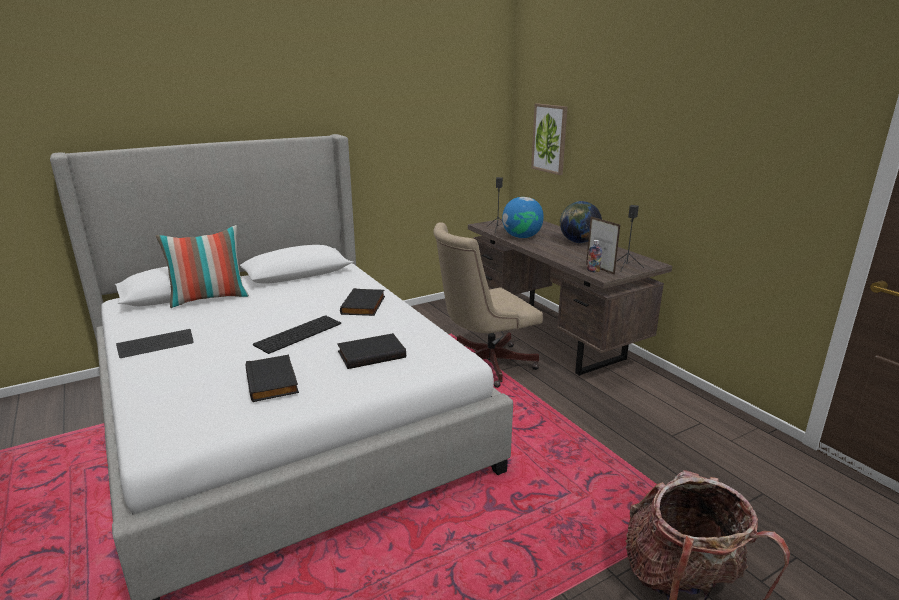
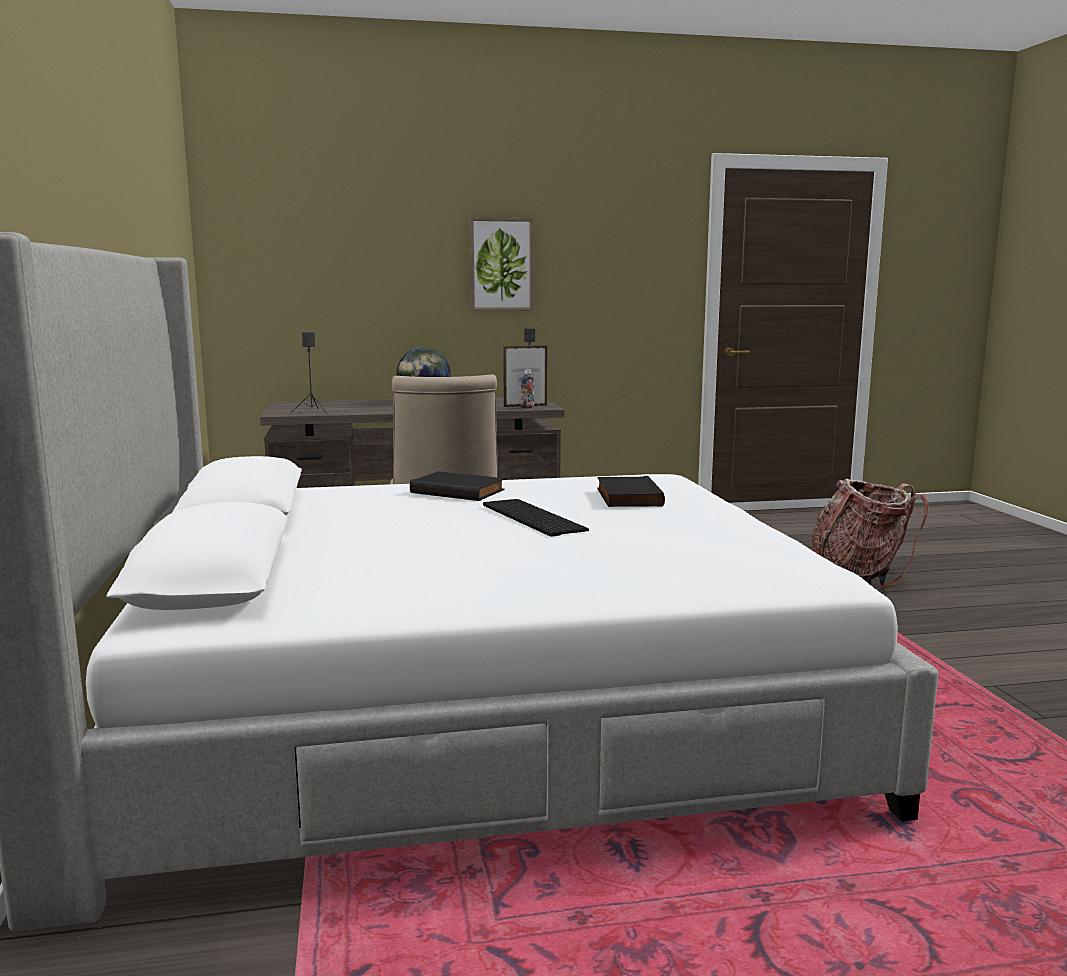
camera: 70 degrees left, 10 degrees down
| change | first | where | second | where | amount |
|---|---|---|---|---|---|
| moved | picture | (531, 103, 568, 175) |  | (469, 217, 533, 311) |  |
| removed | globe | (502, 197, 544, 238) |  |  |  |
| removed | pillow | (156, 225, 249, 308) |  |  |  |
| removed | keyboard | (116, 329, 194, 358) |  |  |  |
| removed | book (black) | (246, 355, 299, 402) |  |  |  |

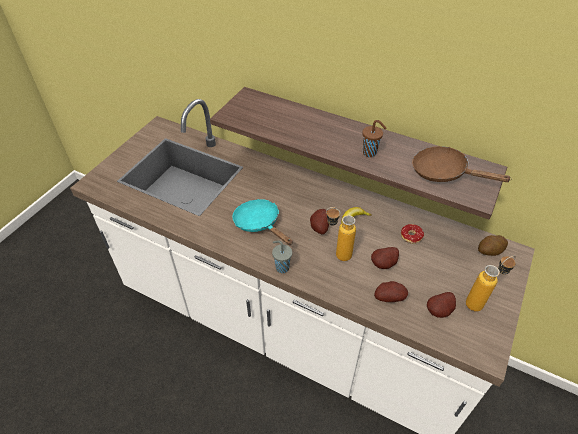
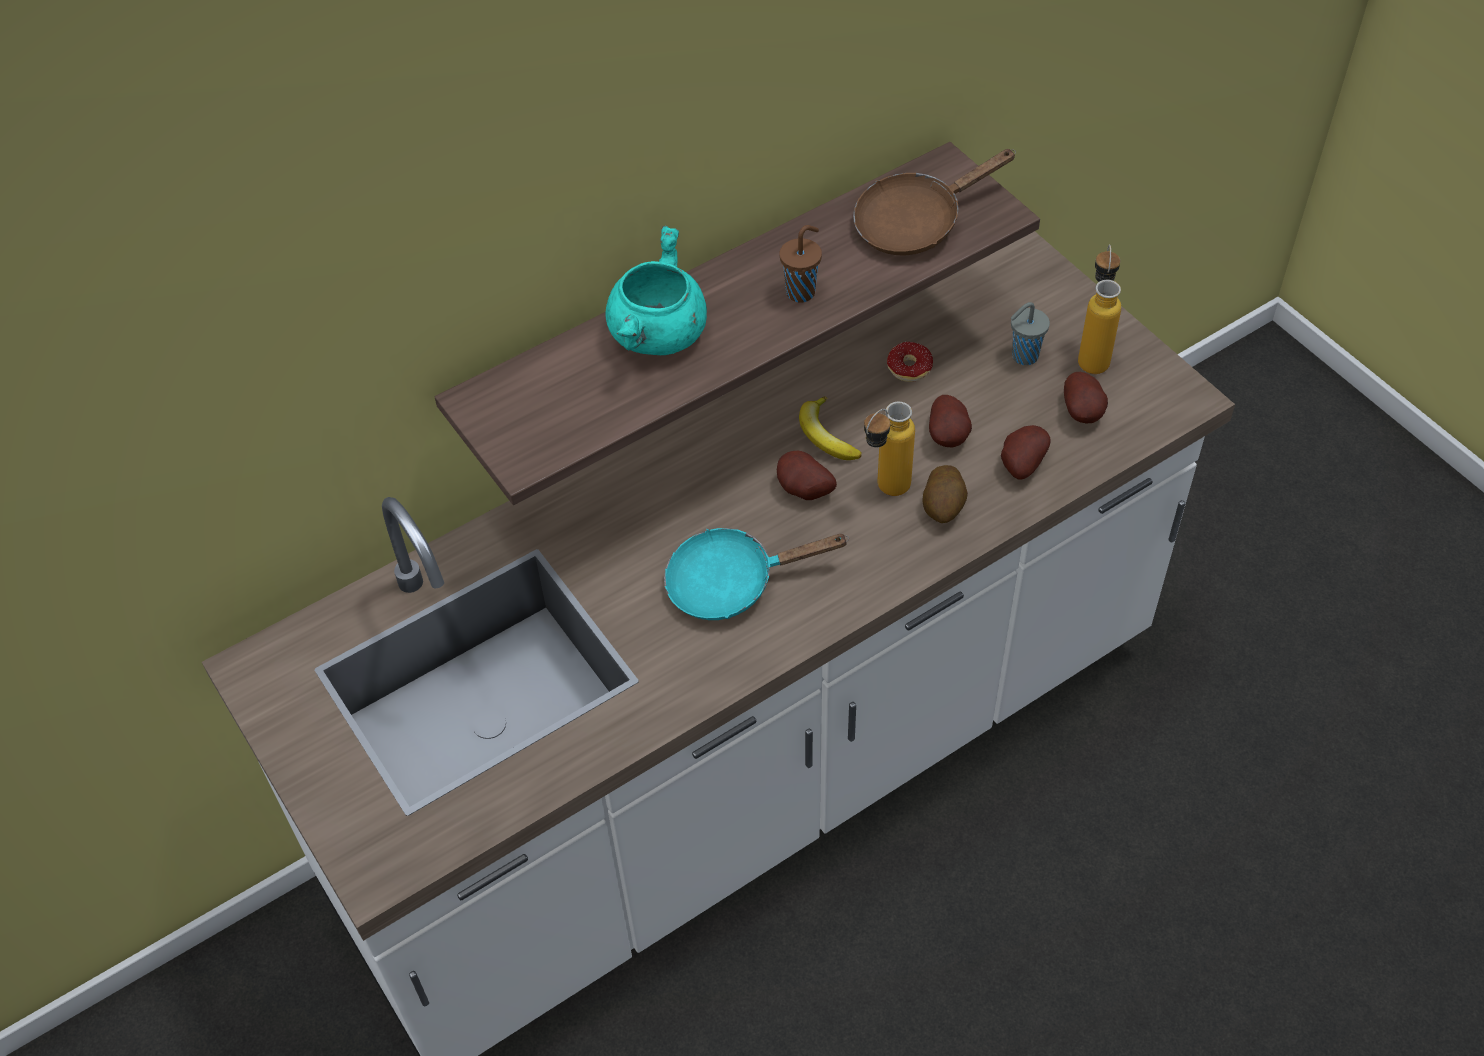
camera: 60 degrees left, 5 degrees up
| change | first | where | second | where | amount |
|---|---|---|---|---|---|
| moved | potato | (478, 235, 508, 256) |  | (922, 465, 968, 523) |  |
| moved | cup (grey) | (272, 240, 292, 273) |  | (1011, 302, 1050, 365) |  |
| added |  |  | cooking pot (turquoise) | (605, 226, 707, 355) |  |

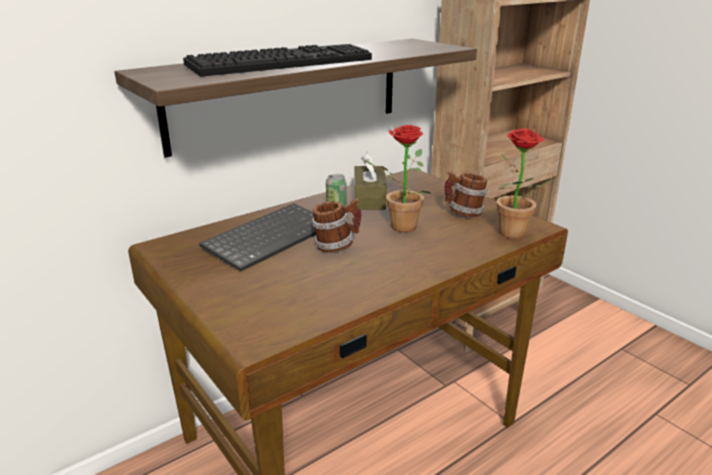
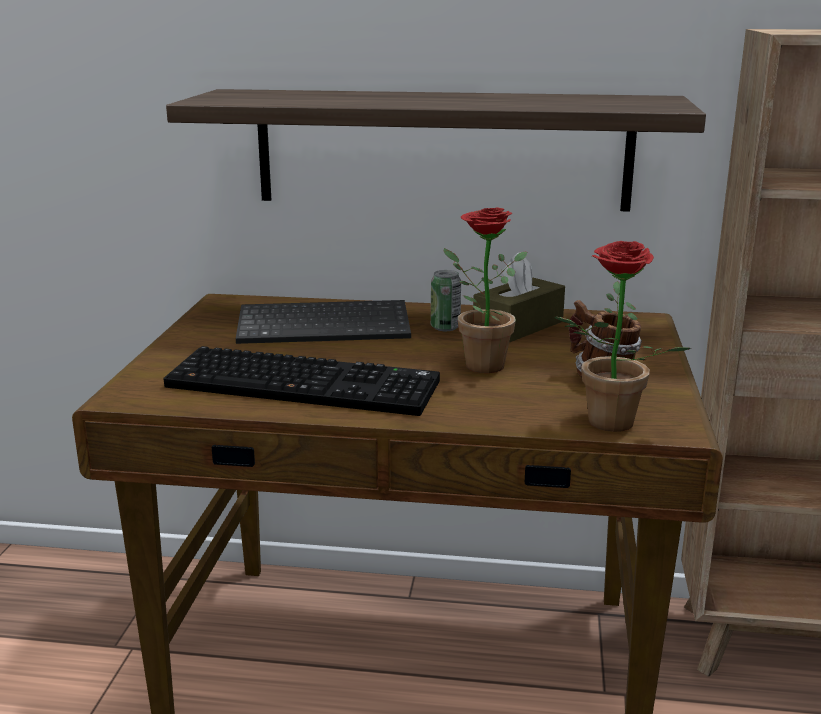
camera: 45 degrees right, 5 degrees down
| change | first | where | second | where | amount |
|---|---|---|---|---|---|
| moved | keyboard | (183, 44, 372, 77) |  | (163, 346, 440, 416) |  |
| removed | mug | (311, 198, 361, 253) |  |  |  |

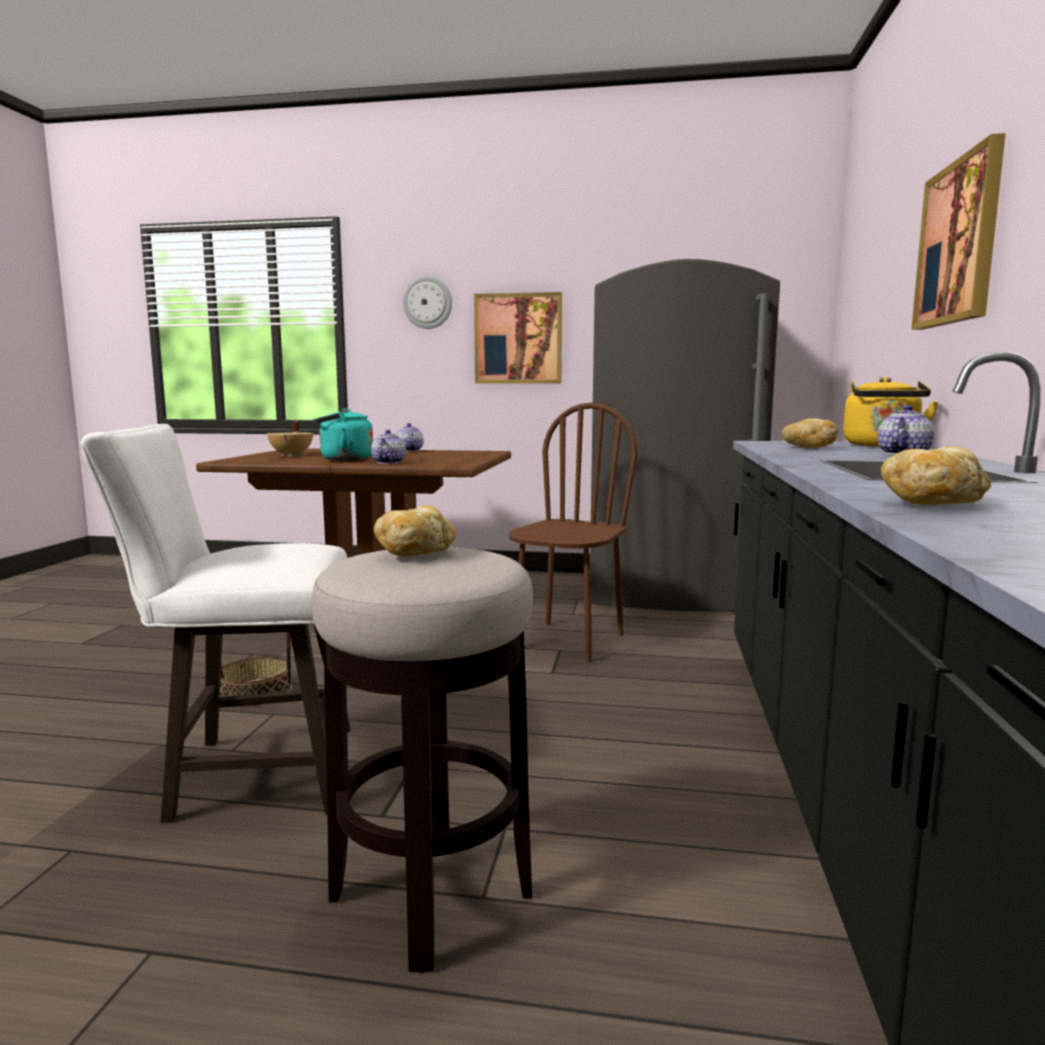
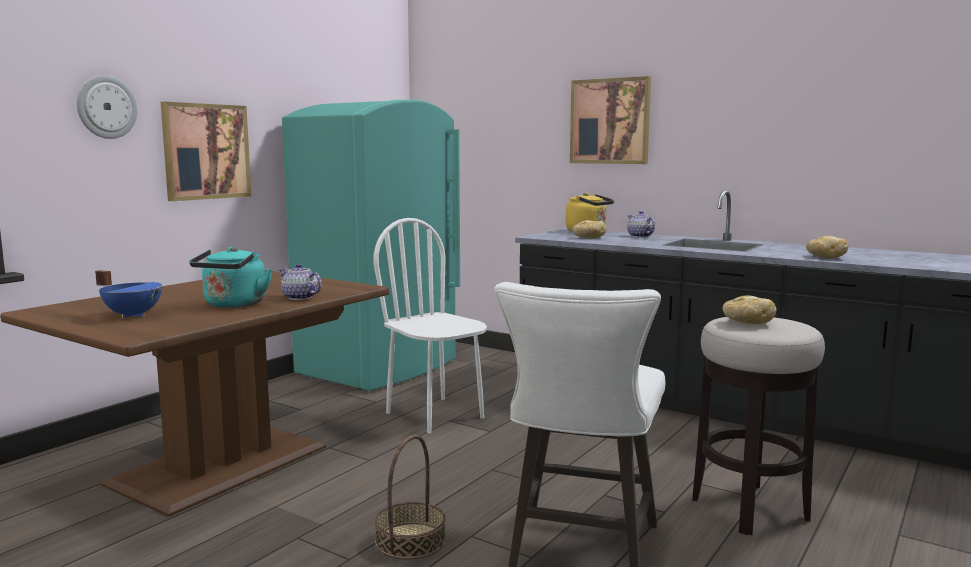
camera: 65 degrees left, 0 degrees up
| change | first | where | second | where | amount |
|---|---|---|---|---|---|
| recoloured | fridge (grey) | (590, 259, 780, 612) | fridge (turquoise) | (282, 100, 460, 391) |  |
| recoloured | chair (brown) | (509, 402, 638, 662) | chair (white) | (373, 218, 487, 434) |  |
| recoloured | cooking pot (beige) | (267, 421, 313, 457) | cooking pot (blue) | (95, 270, 162, 318) |  |
| removed | teapot | (396, 423, 424, 452) |  |  |  |

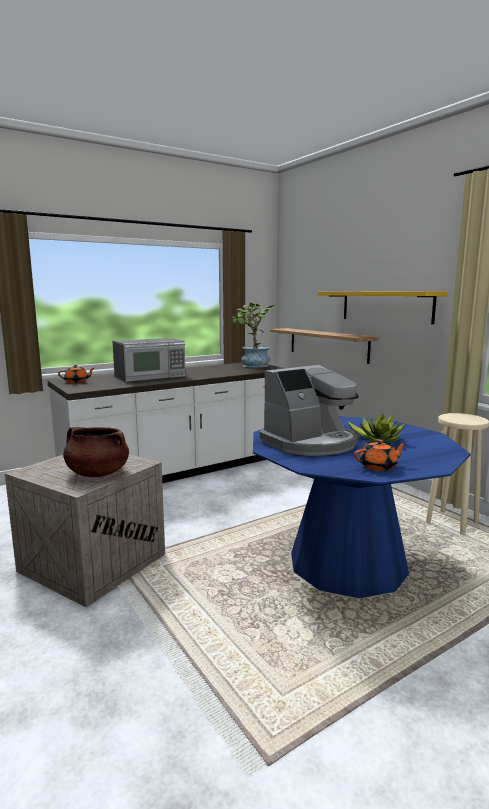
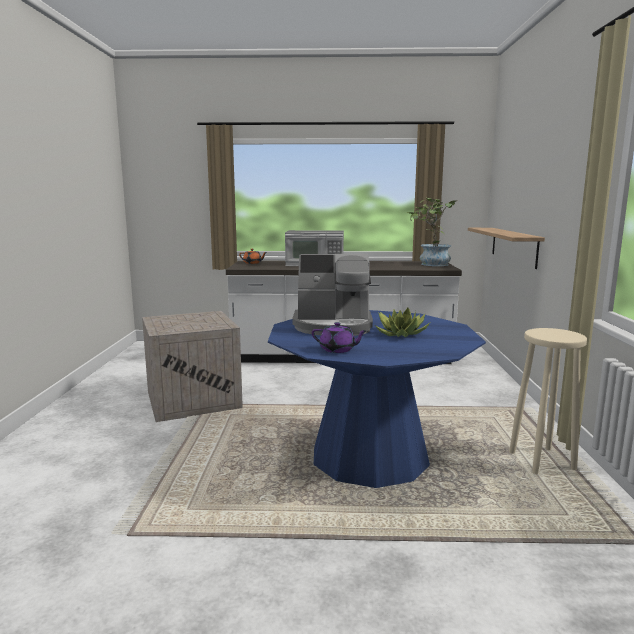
camera: 35 degrees right, 0 degrees up
| change | first | where | second | where | amount |
|---|---|---|---|---|---|
| removed | shelf (yellow) | (318, 291, 448, 324) |  |  |  |
| removed | cooking pot (brown) | (63, 427, 129, 477) |  |  |  |
| recoloured | teapot (orange) | (354, 439, 407, 471) | teapot (purple) | (312, 322, 367, 353) |  |

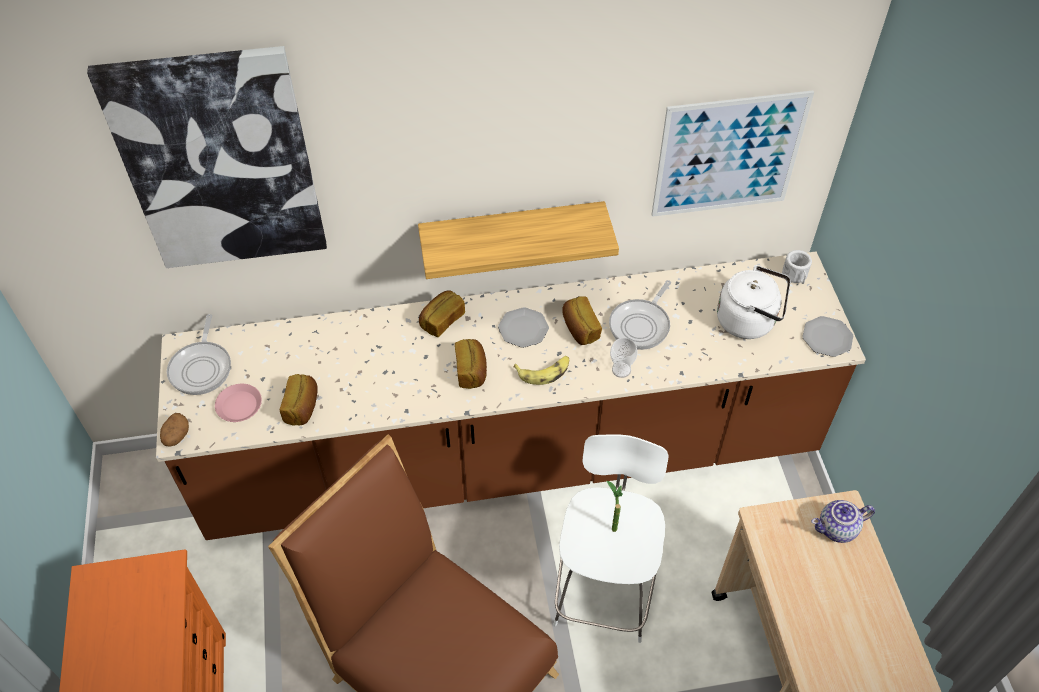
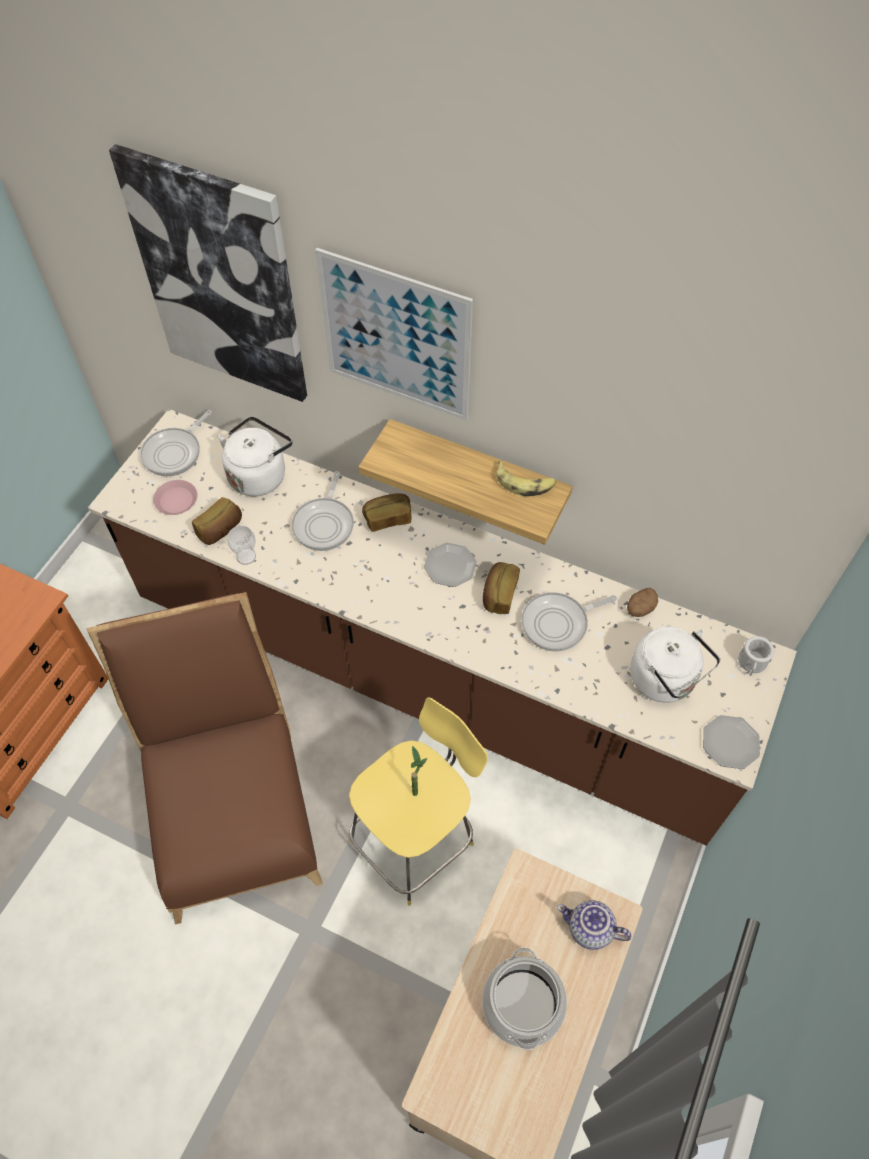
camera: 35 degrees right, 5 degrees up
| change | first | where | second | where | amount |
|---|---|---|---|---|---|
| moved | picture | (651, 91, 814, 217) |  | (315, 248, 473, 421) |  |
| moved | cup | (610, 338, 638, 378) |  | (228, 525, 256, 565) |  |
| removed | bread | (455, 339, 487, 389) |  |  |  |
| moved | banana | (514, 356, 569, 385) |  | (496, 460, 556, 496) |  |
| moved | potato | (160, 413, 189, 447) |  | (627, 588, 658, 617) |  |
| recoloured | stool (white) | (553, 435, 669, 643) | stool (yellow) | (349, 697, 488, 906) |  |
| added |  |  | kettle (white) | (218, 416, 292, 497) |  |
| added |  |  | frying pan | (292, 471, 354, 551) |  |
| added |  |  | cooking pot | (482, 948, 567, 1050) |  |

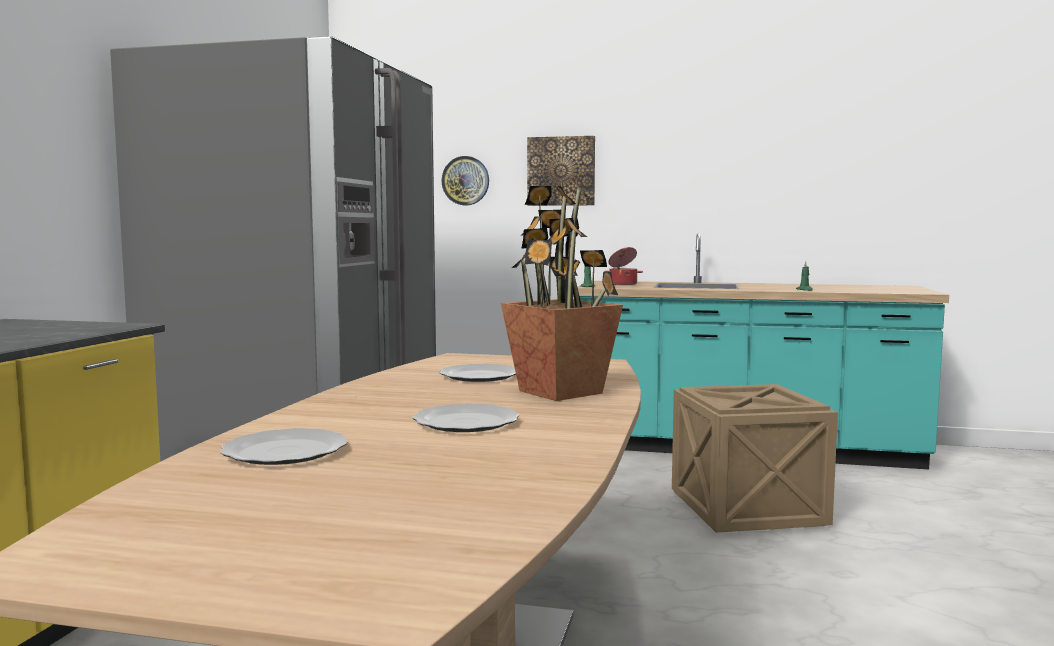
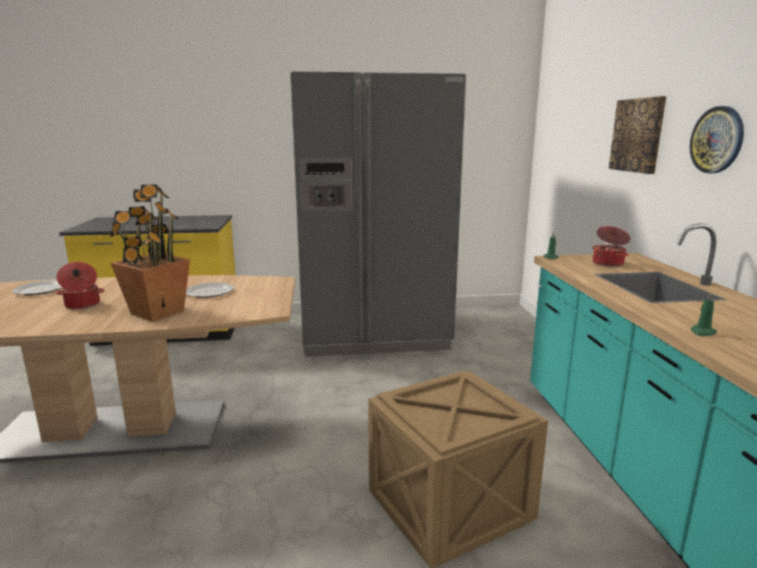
camera: 70 degrees right, 10 degrees up
| change | first | where | second | where | amount |
|---|---|---|---|---|---|
| moved | wall clock | (442, 156, 489, 205) |  | (690, 106, 744, 173) |  |
| replaced | plate | (413, 404, 519, 432) | cooking pot | (56, 262, 105, 309) |  |

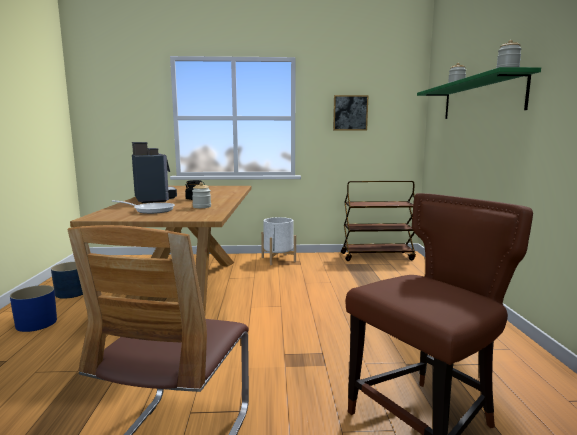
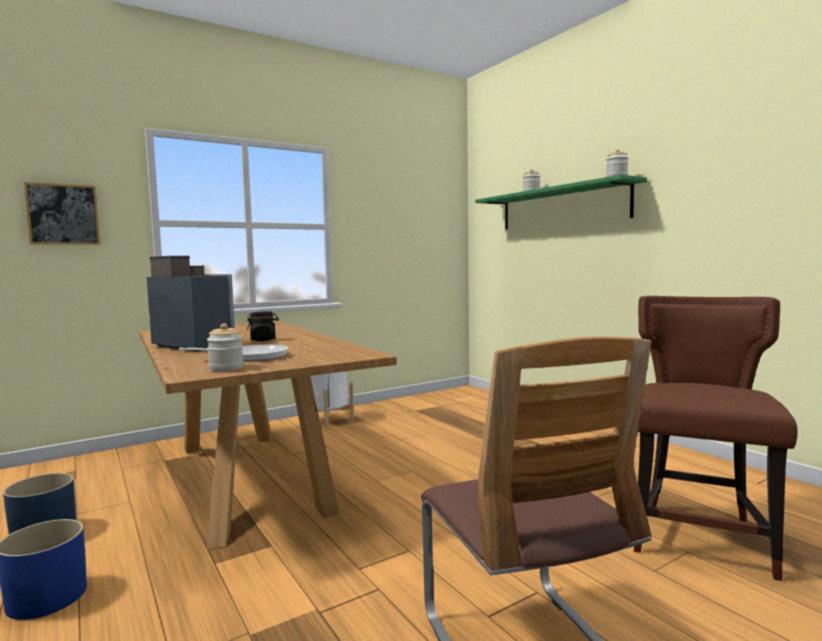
camera: 30 degrees left, 5 degrees down
| change | first | where | second | where | amount |
|---|---|---|---|---|---|
| moved | picture | (333, 95, 369, 131) |  | (24, 182, 100, 245) |  |
| removed | cart (brown) | (341, 181, 416, 261) |  |  |  |
| moved | jar | (192, 182, 211, 208) |  | (207, 323, 244, 371) |  |

